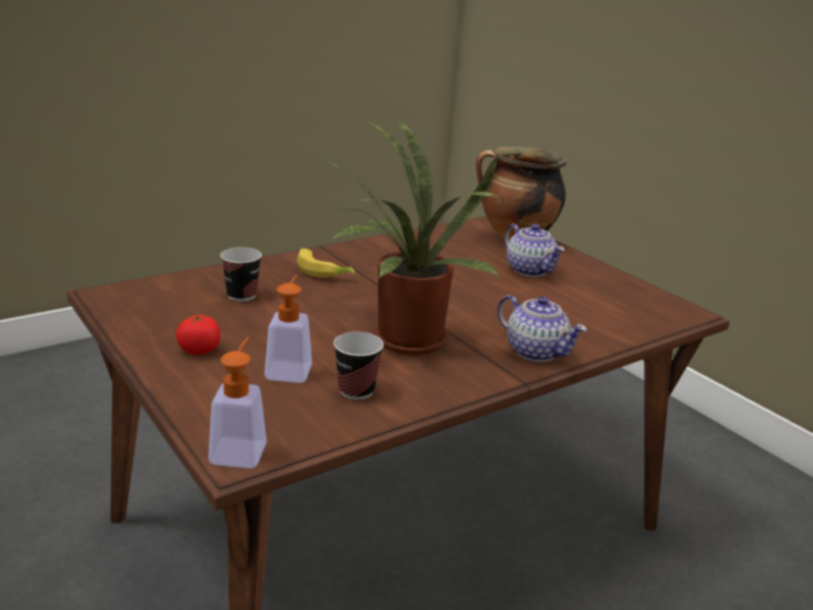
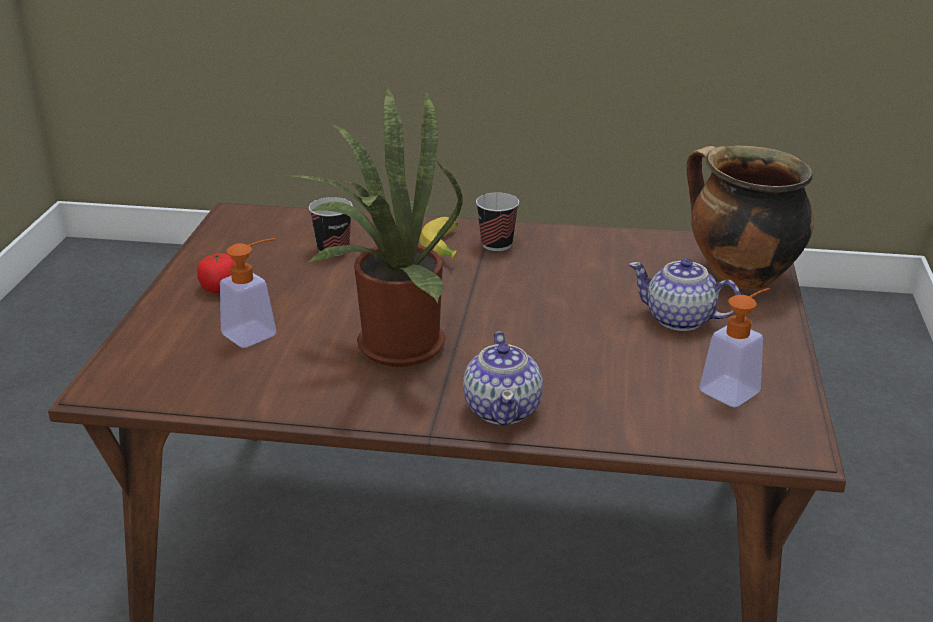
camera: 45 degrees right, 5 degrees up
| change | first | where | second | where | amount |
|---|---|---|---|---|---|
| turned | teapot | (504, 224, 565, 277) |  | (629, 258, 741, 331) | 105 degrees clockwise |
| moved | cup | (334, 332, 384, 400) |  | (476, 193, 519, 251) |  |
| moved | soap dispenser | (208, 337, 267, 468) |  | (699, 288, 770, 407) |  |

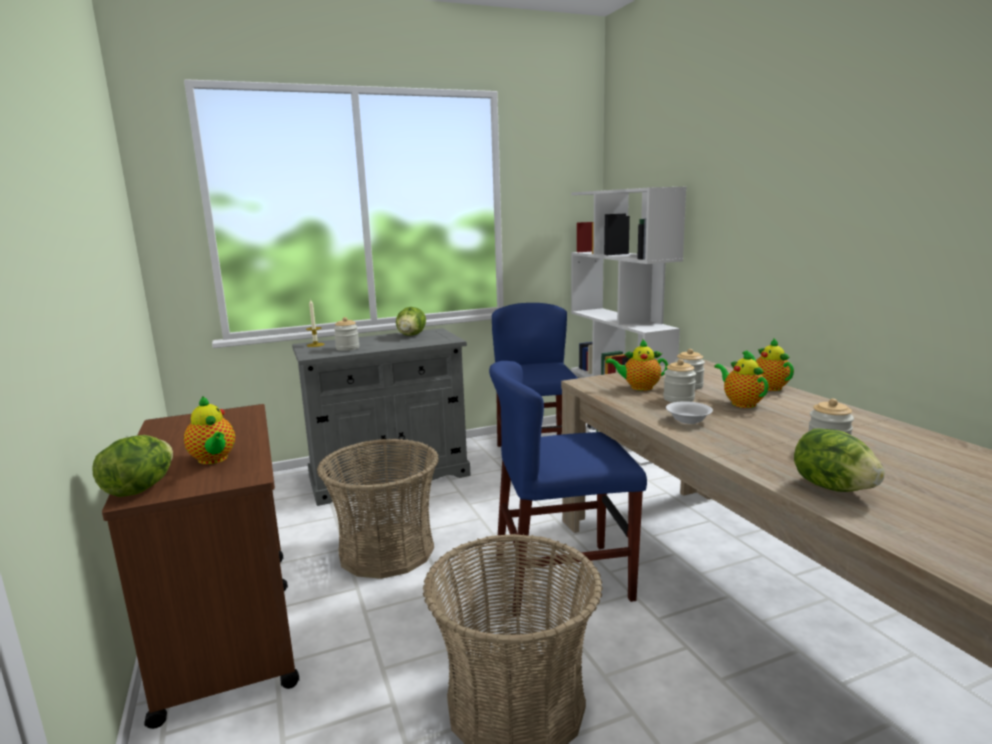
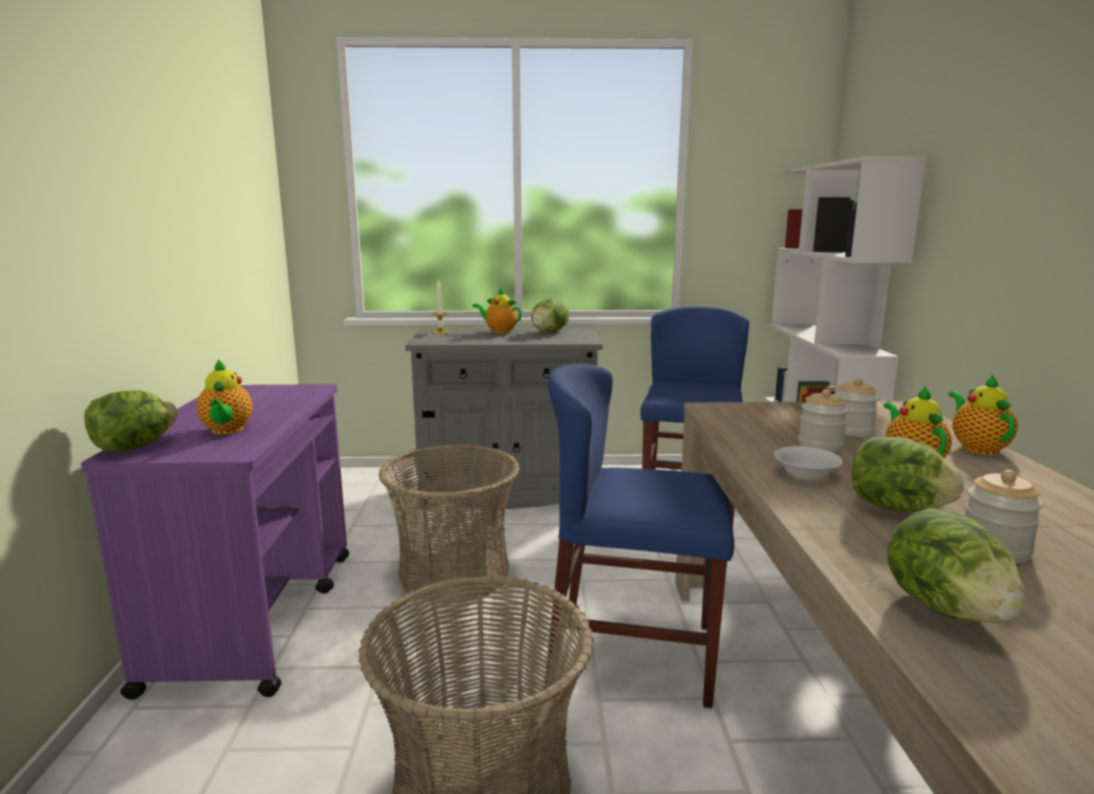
camera: 20 degrees right, 0 degrees up
| change | first | where | second | where | amount |
|---|---|---|---|---|---|
| removed | jar | (334, 317, 359, 351) |  |  |  |
| moved | teapot | (606, 339, 668, 391) |  | (472, 287, 522, 334) |  |
| recoloured | cart (brown) | (102, 404, 299, 729) | cart (purple) | (81, 384, 349, 700) |  |
| added |  |  | lettuce | (852, 437, 964, 512) |  |

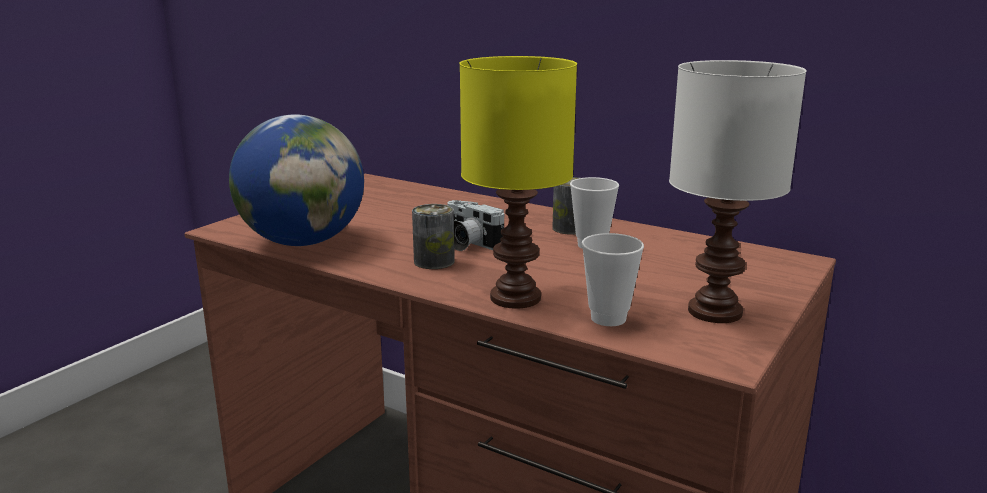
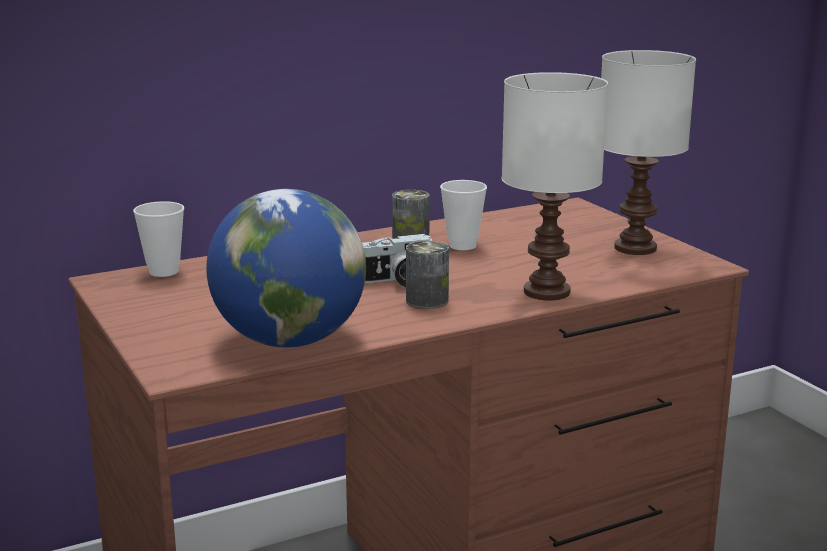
camera: 60 degrees left, 0 degrees up
| change | first | where | second | where | amount |
|---|---|---|---|---|---|
| recoloured | table lamp (yellow) | (459, 56, 577, 309) | table lamp (white) | (502, 72, 608, 300) |  |
| moved | cup | (582, 233, 644, 326) |  | (133, 201, 184, 277) |  |

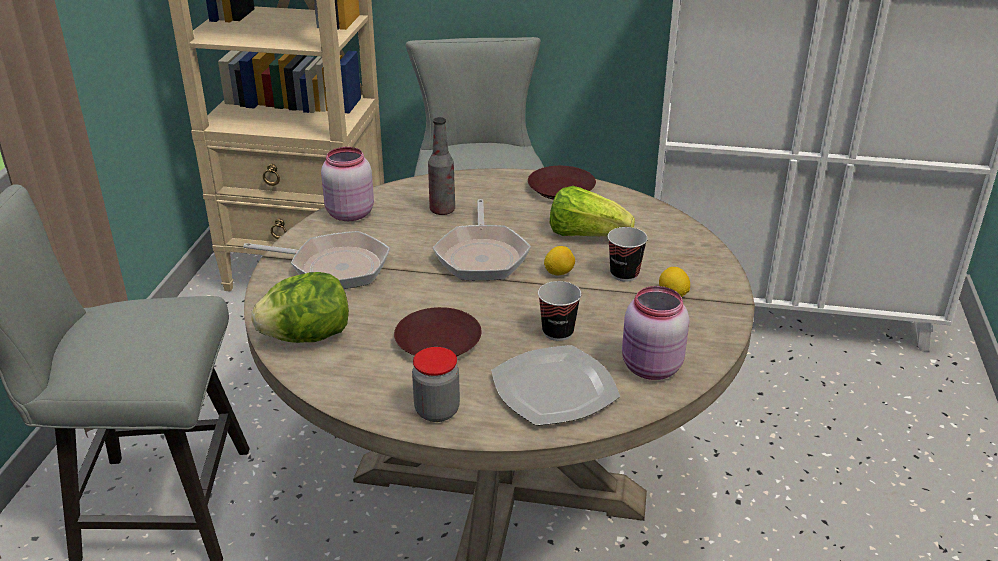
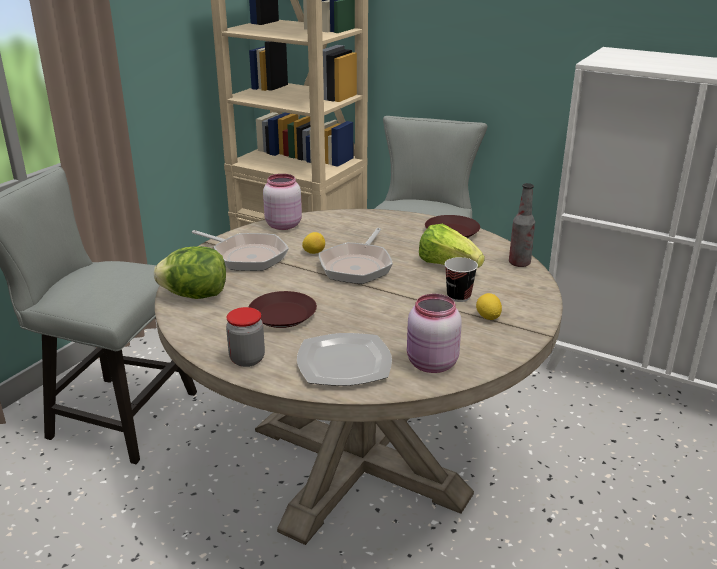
camera: 20 degrees right, 5 degrees down
| change | first | where | second | where | amount |
|---|---|---|---|---|---|
| moved | bottle | (428, 117, 455, 215) |  | (509, 183, 535, 267) |  |
| moved | lemon | (544, 246, 575, 275) |  | (302, 232, 325, 254) |  |
| removed | cup | (538, 281, 581, 341) |  |  |  |

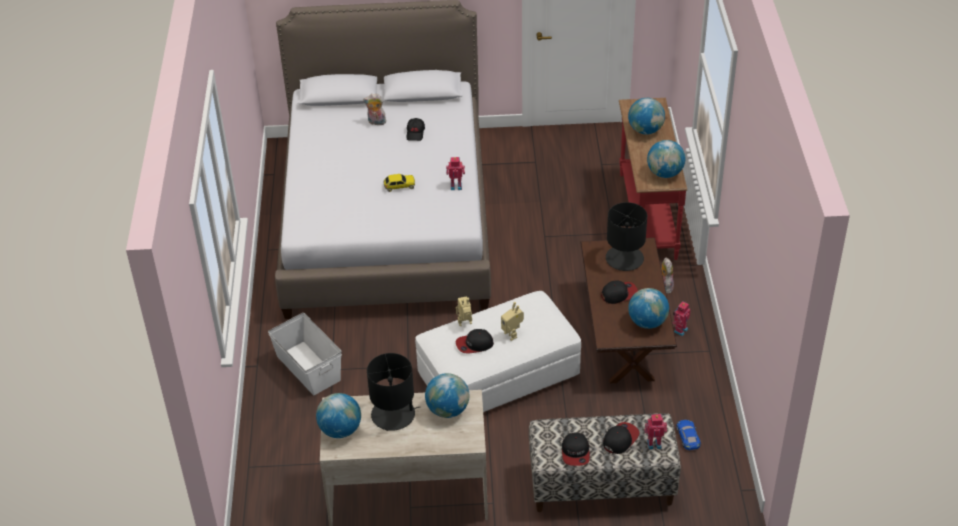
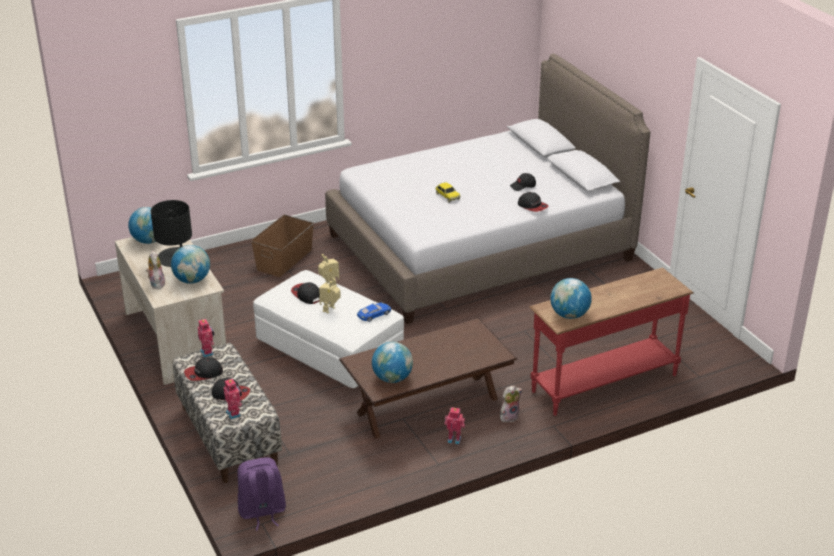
camera: 65 degrees right, 10 degrees down
| change | first | where | second | where | amount |
|---|---|---|---|---|---|
| moved | plush toy | (363, 94, 386, 125) |  | (146, 250, 165, 289) |  |
| removed | globe | (628, 98, 665, 134) |  |  |  |
| moved | toy robot | (446, 157, 465, 190) |  | (198, 319, 214, 358) |  |
| removed | table lamp (black) | (606, 202, 647, 271) |  |  |  |
| moved | cap | (601, 280, 638, 304) |  | (518, 192, 548, 212) |  |
| recoloured | storage box (white) | (268, 313, 342, 395) | storage box (brown) | (251, 215, 314, 277) |  |
| moved | toy car (blue) | (676, 420, 701, 450) |  | (357, 302, 391, 322) |  |
| added |  |  | backpack (purple) | (237, 457, 286, 530) |  |

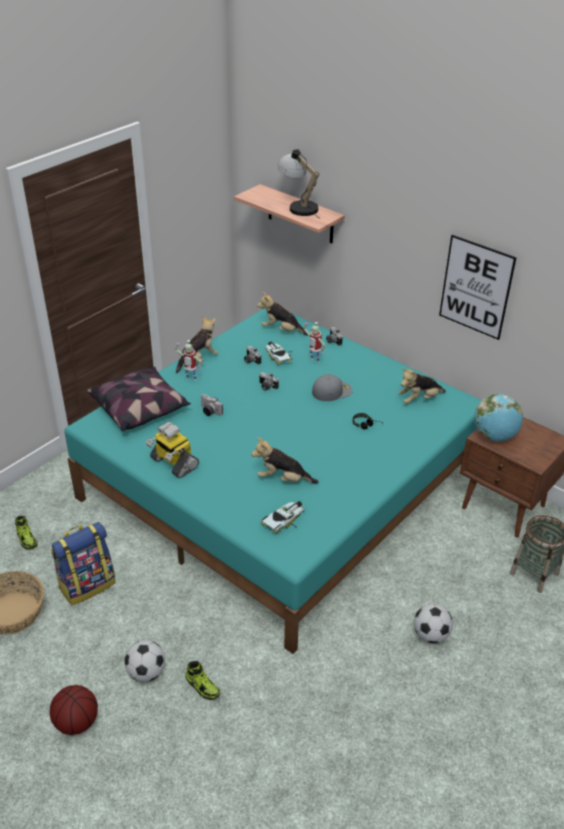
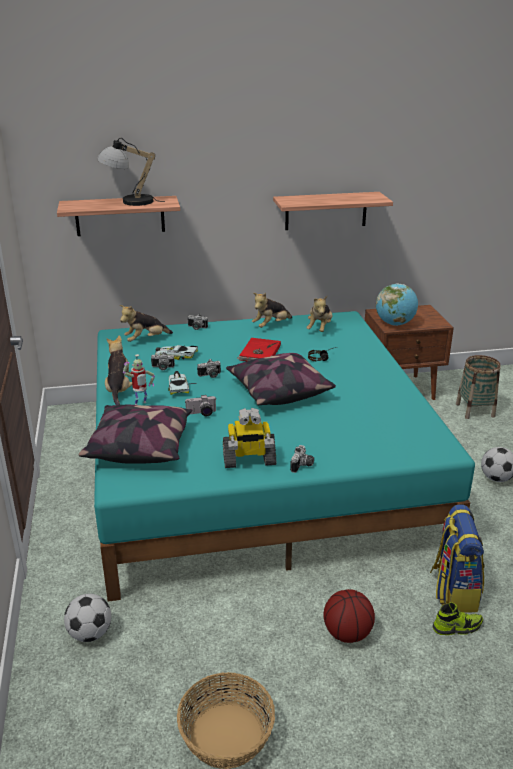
camera: 50 degrees left, 10 degrees down
| change | first | where | second | where | amount |
|---|---|---|---|---|---|
| replaced | picture | (439, 234, 517, 340) | shelf | (273, 192, 393, 230) |  |
| removed | toy robot | (303, 322, 326, 363) |  |  |  |
| replaced | cap (grey) | (312, 374, 353, 401) | book (red) | (237, 338, 281, 361) |  |
| moved | plush toy | (251, 437, 318, 484) |  | (252, 293, 292, 328) |  |
| moved | toy car | (260, 501, 305, 534) |  | (169, 371, 196, 395) |  |
| removed | shoe | (15, 516, 38, 550) |  |  |  |
| moved | backpack | (51, 522, 116, 605) |  | (430, 504, 485, 612) |  |
| moved | football | (124, 640, 165, 682) |  | (64, 594, 111, 642) |  |
| moved | basketball | (50, 685, 98, 735) |  | (324, 589, 375, 643) |  |
| added |  |  | pillow | (226, 353, 336, 405) |  |
| added |  |  | photo camera | (290, 445, 314, 473) |  |

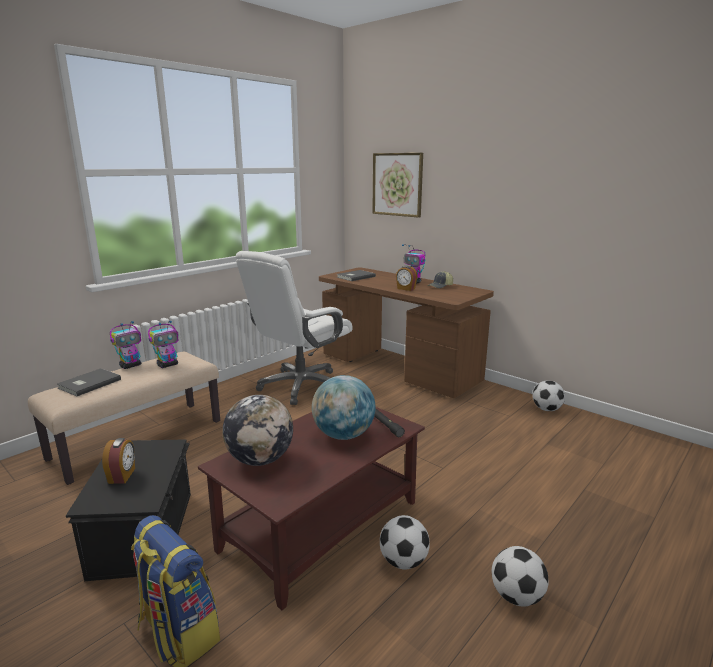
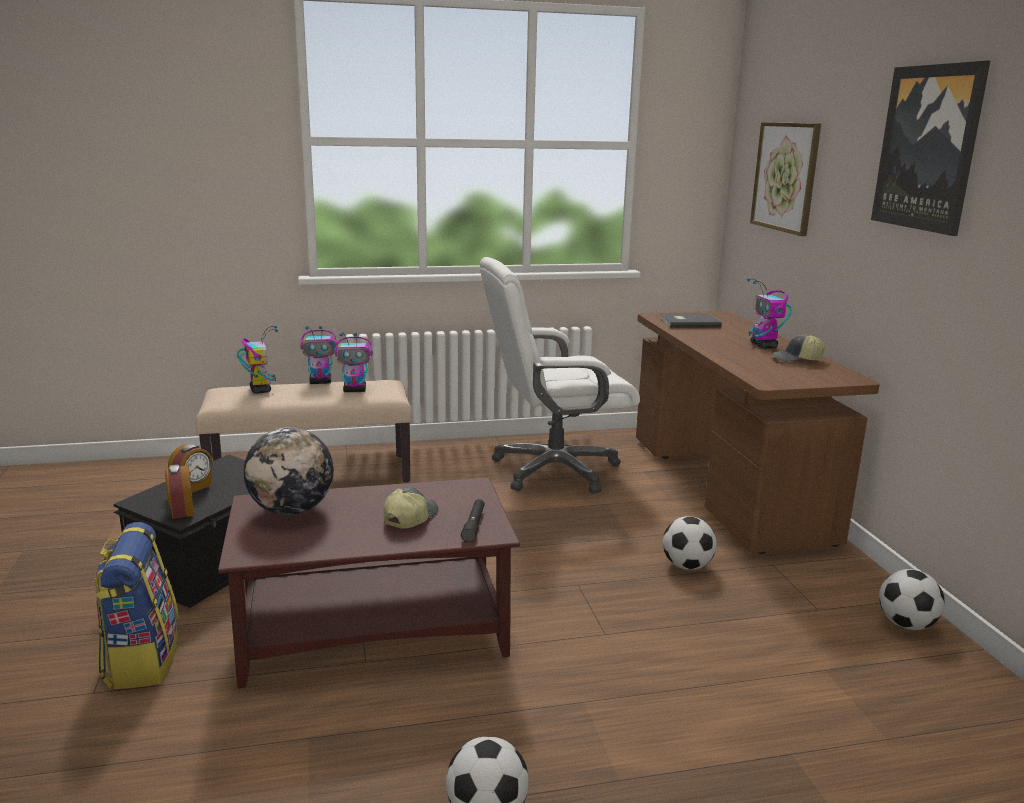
camera: 35 degrees right, 0 degrees up
| change | first | where | second | where | amount |
|---|---|---|---|---|---|
| moved | alarm clock | (396, 266, 418, 291) |  | (165, 464, 194, 519) |  |
| replaced | book (grey) | (57, 368, 121, 396) | toy robot | (237, 326, 278, 394) |  |
| replaced | globe | (312, 375, 376, 440) | cap | (384, 487, 439, 529) |  |
| moved | football | (380, 515, 429, 570) |  | (663, 516, 717, 570) |  |
| added |  |  | picture | (871, 61, 990, 236) |  |

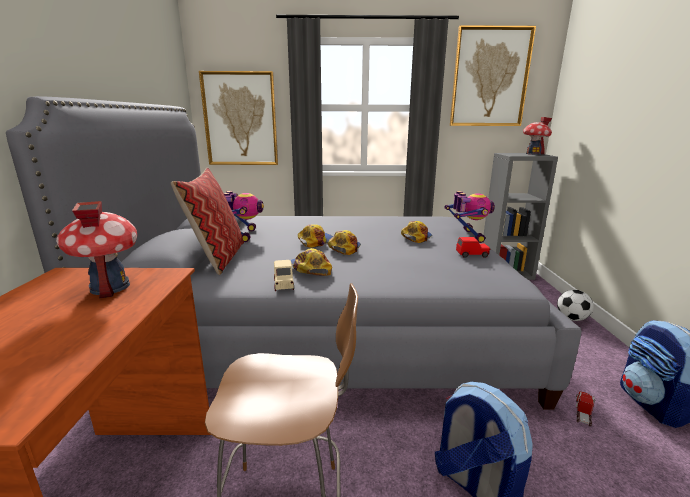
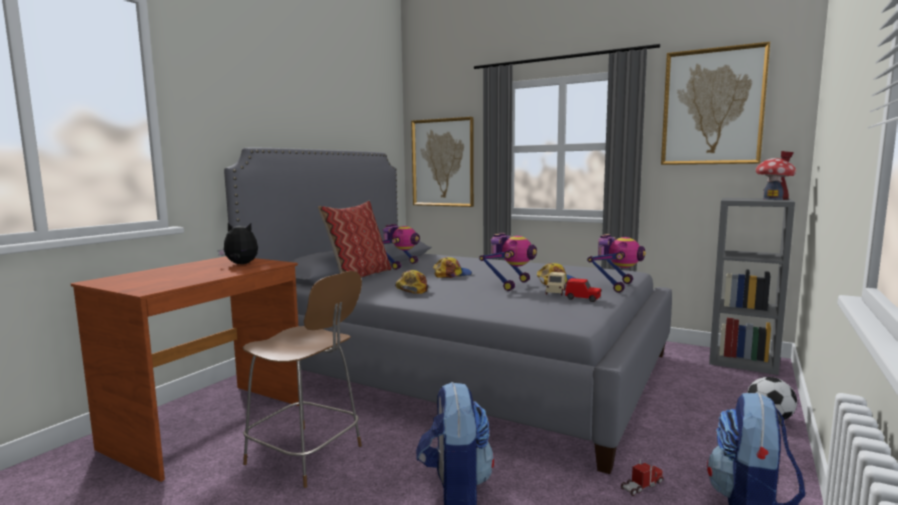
camera: 30 degrees right, 10 degrees down
| change | first | where | second | where | amount |
|---|---|---|---|---|---|
| replaced | toy house | (56, 201, 137, 299) | plush toy | (218, 222, 258, 264) |  |
| removed | cap | (328, 230, 361, 255) |  |  |  |
| moved | toy car (beige) | (274, 260, 294, 291) |  | (546, 272, 565, 295) |  |
| added |  |  | toy robot | (479, 233, 537, 291) |  |

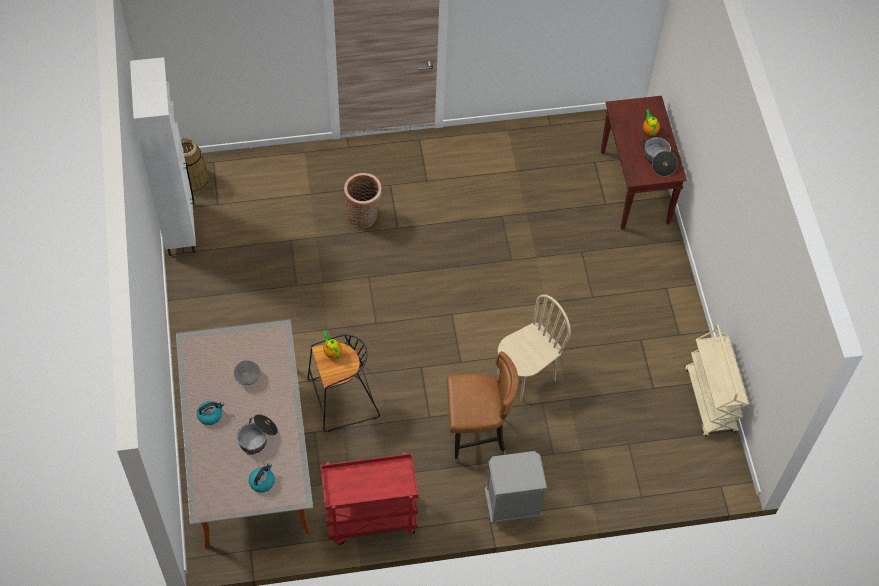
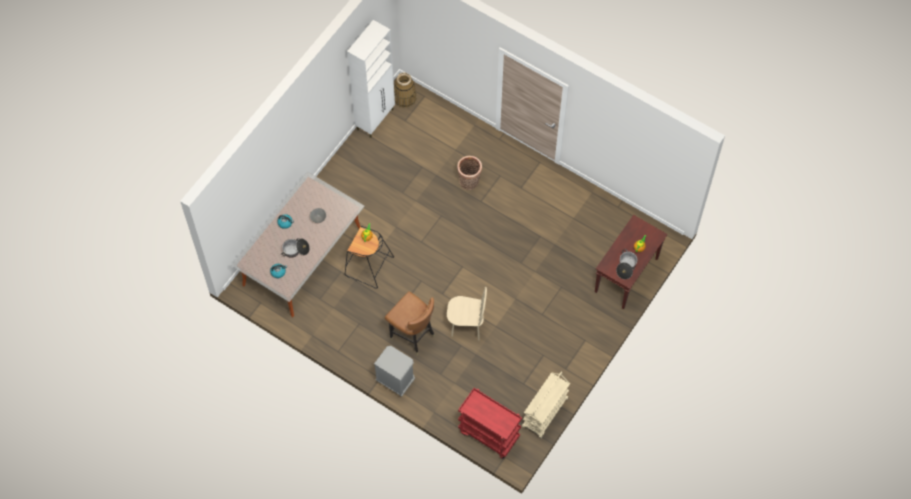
camera: 45 degrees right, 5 degrees up
| change | first | where | second | where | amount |
|---|---|---|---|---|---|
| moved | cart (red) | (320, 452, 419, 545) |  | (458, 388, 522, 459) |  |

